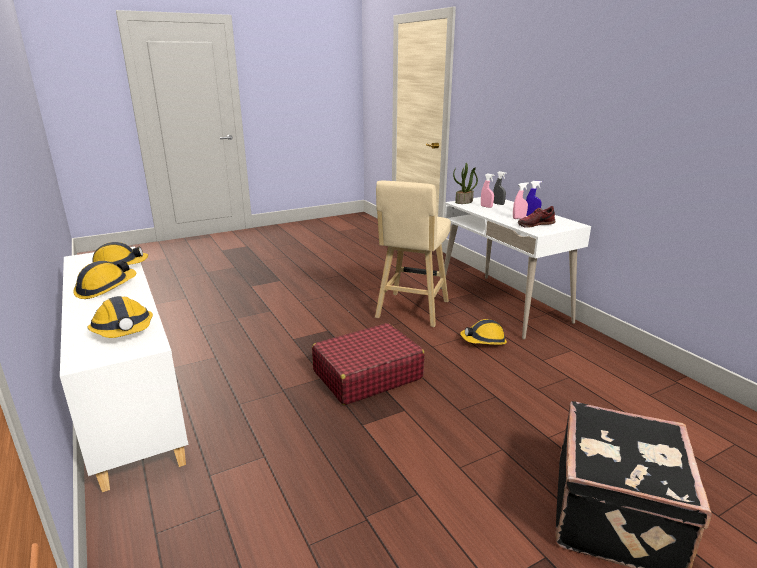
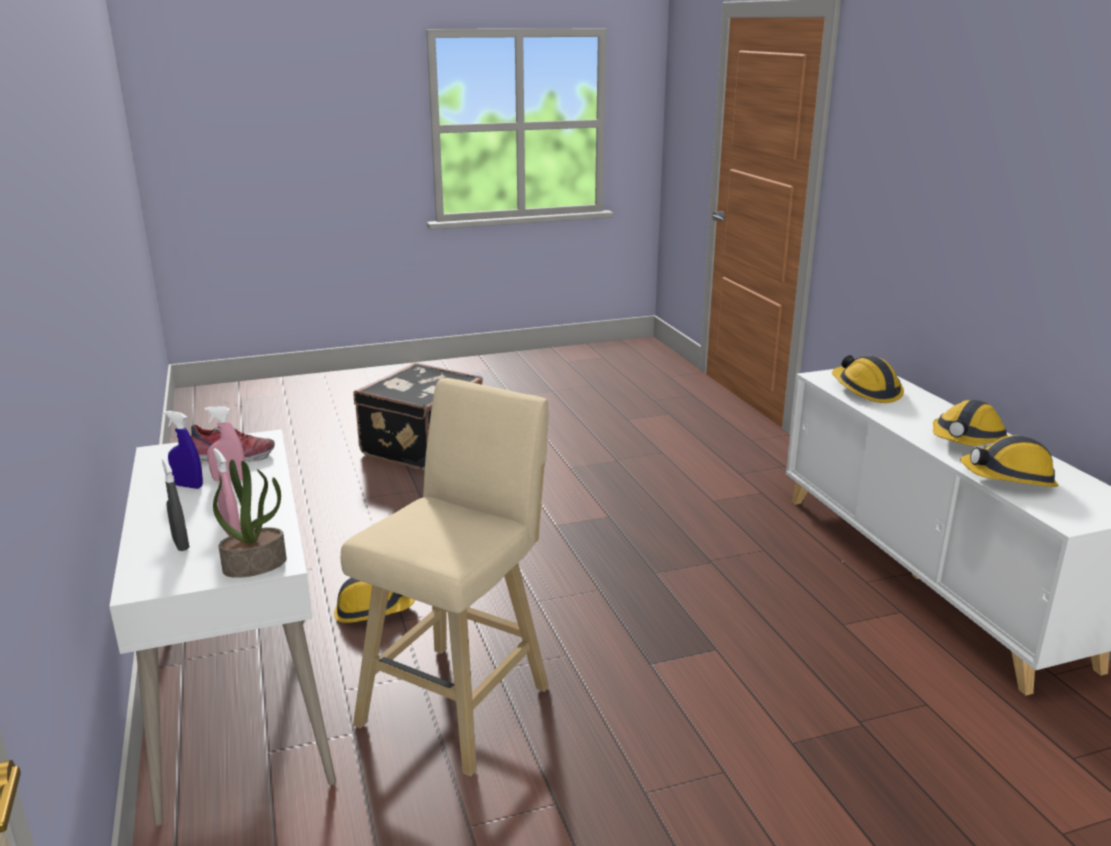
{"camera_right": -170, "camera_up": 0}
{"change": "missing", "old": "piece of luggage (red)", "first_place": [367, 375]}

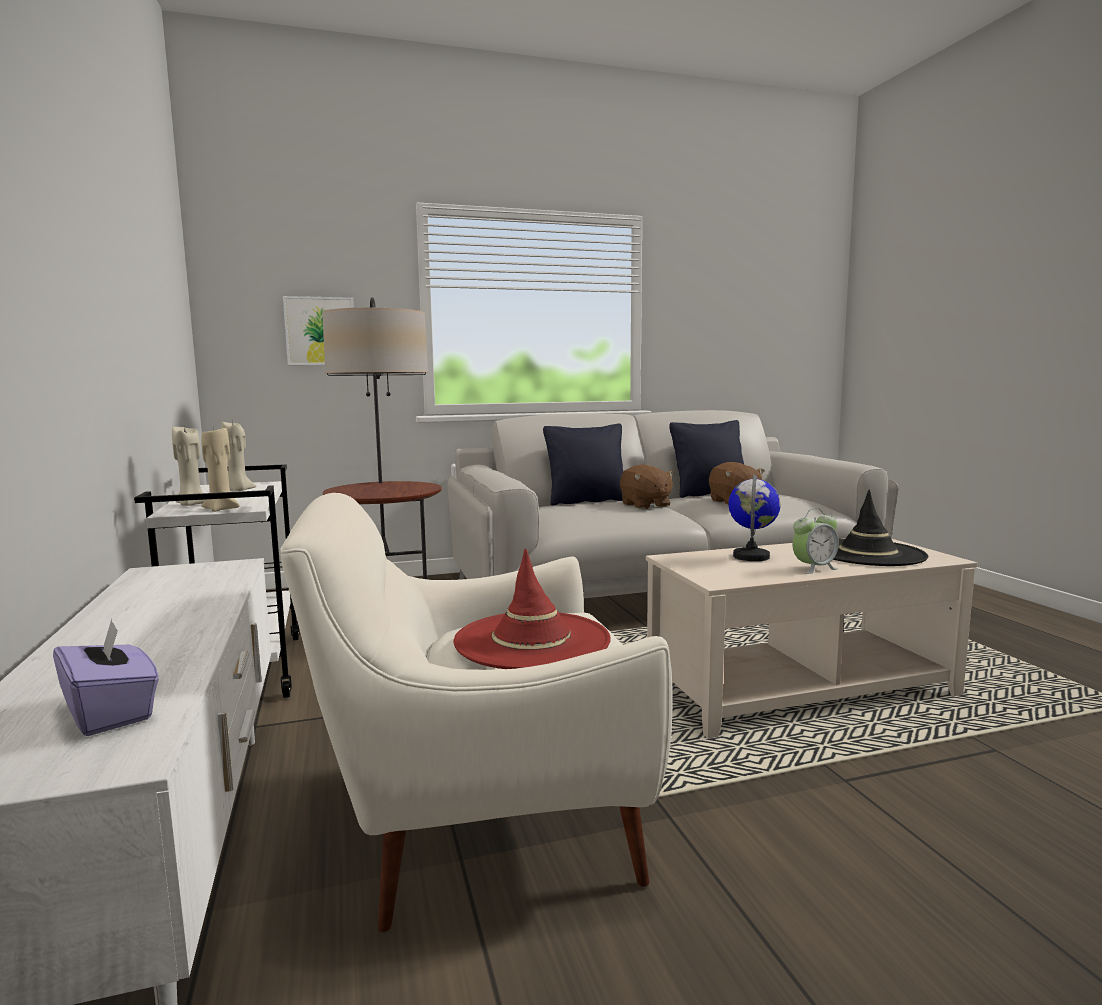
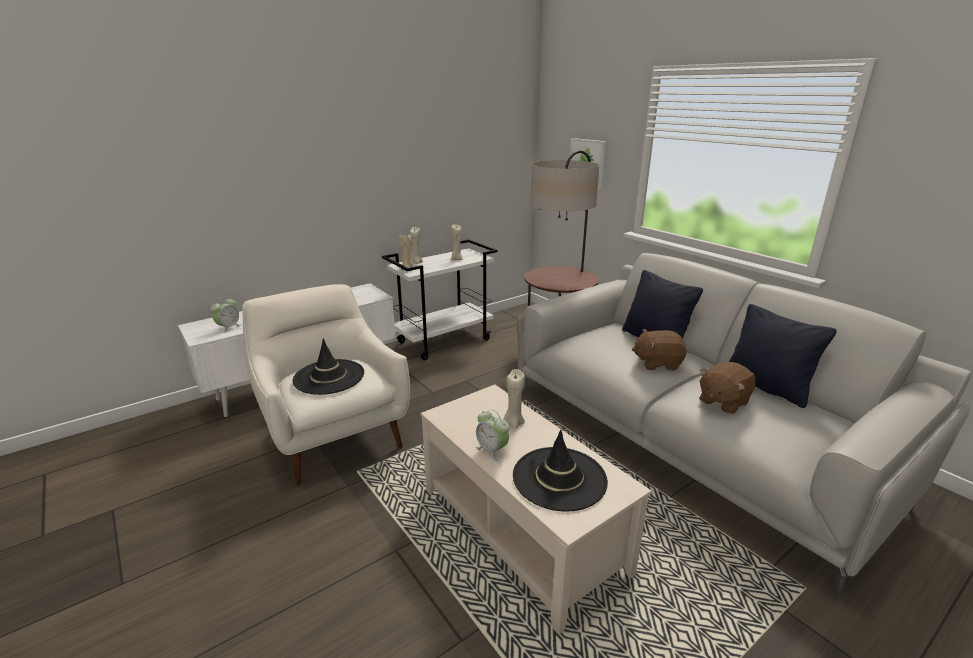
{"camera_right": 70, "camera_up": 15}
{"change": "exchanged", "old": "box of tissues (purple)", "new": "table clock", "first_place": [111, 712], "second_place": [228, 327]}
{"change": "colour", "old": "clothing hat (red)", "new": "clothing hat (black)", "first_place": [532, 641], "second_place": [329, 377]}
{"change": "spun", "old": "plush toy (brown)", "first_place": [645, 505], "second_place": [657, 363], "degrees": 45}
{"change": "exchanged", "old": "world globe", "new": "wax candle (beige)", "first_place": [751, 556], "second_place": [513, 423]}

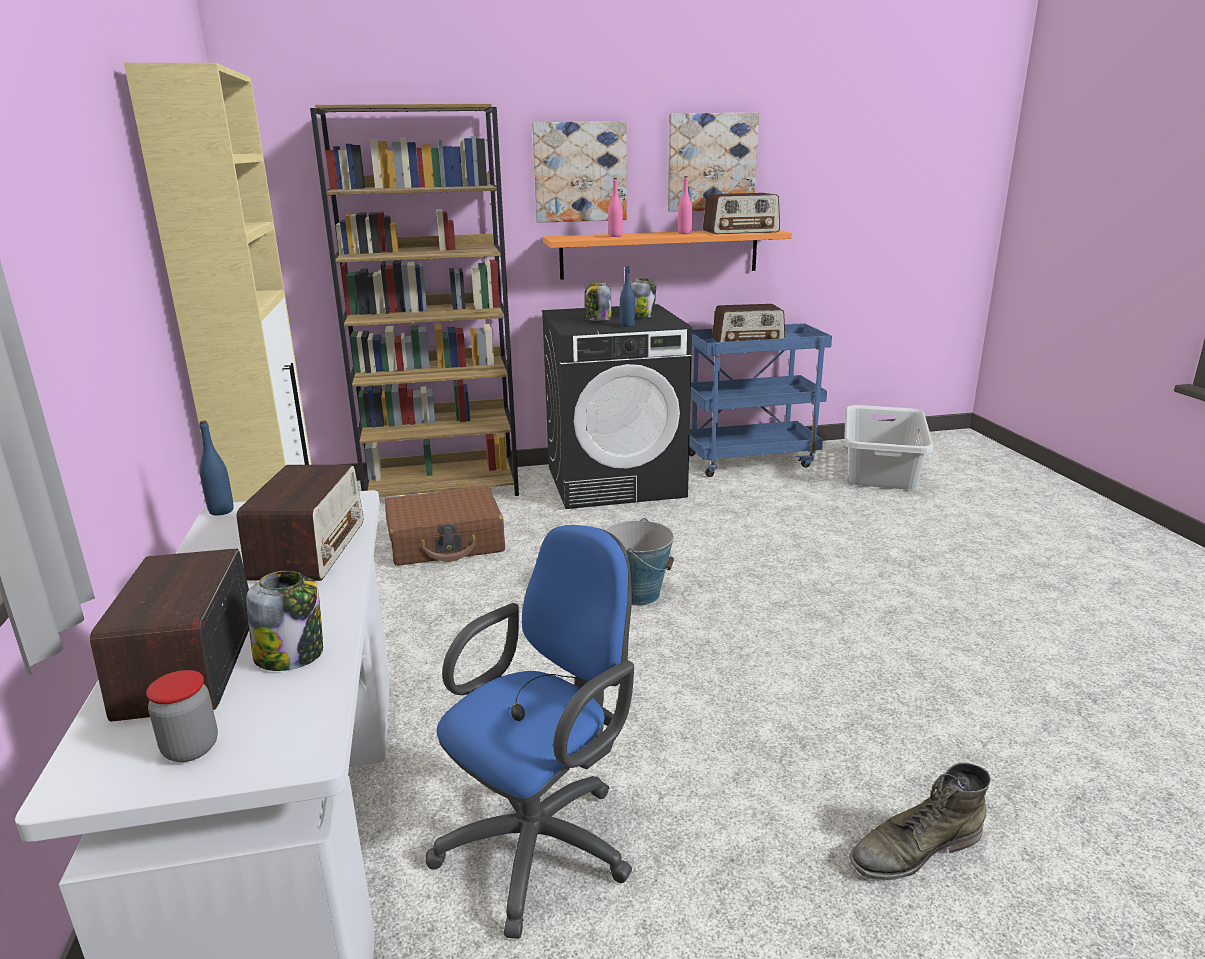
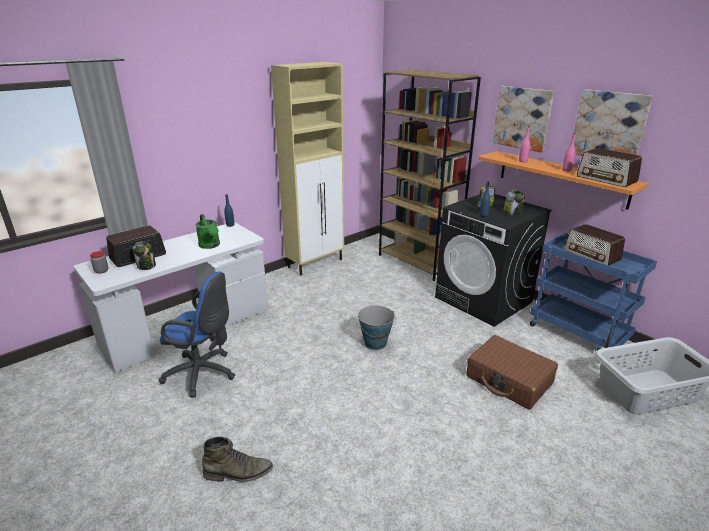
{"camera_right": 60, "camera_up": 5}
{"change": "exchanged", "old": "radio", "new": "watering pot (green-coloured)", "first_place": [310, 549], "second_place": [210, 246]}
{"change": "relocated", "old": "piece of luggage (brown)", "first_place": [446, 542], "second_place": [509, 380]}
{"change": "spun", "old": "tall boot (green-coloured)", "first_place": [914, 849], "second_place": [238, 472], "degrees": 135}

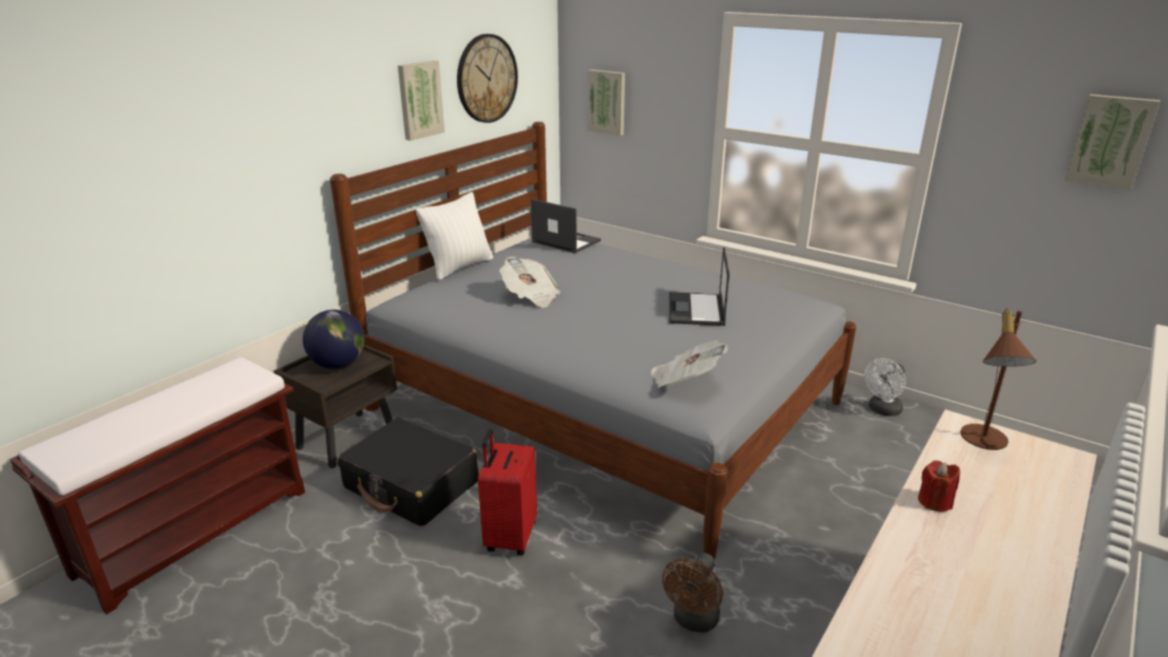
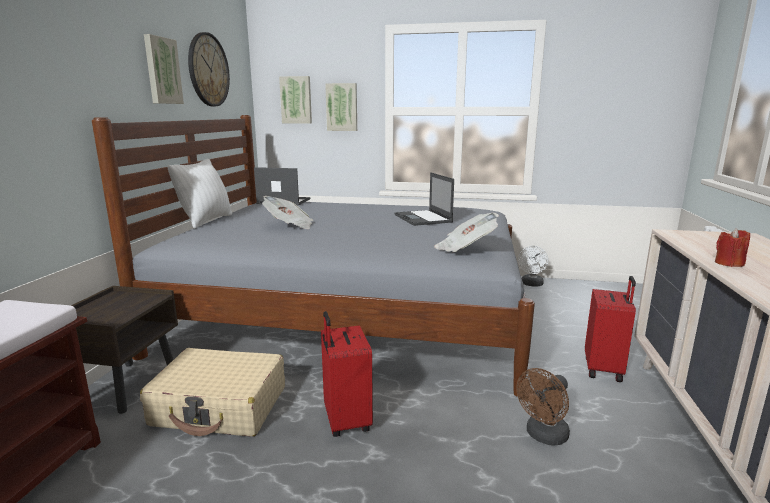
{"camera_right": -25, "camera_up": -10}
{"change": "missing", "old": "world globe", "first_place": [338, 365]}
{"change": "colour", "old": "piece of luggage (black)", "new": "piece of luggage (beige)", "first_place": [411, 485], "second_place": [220, 406]}
{"change": "spun", "old": "cooling fan (brown)", "first_place": [693, 621], "second_place": [543, 436], "degrees": 45}
{"change": "missing", "old": "table lamp (brown)", "first_place": [983, 441]}
{"change": "relocated", "old": "wall art", "first_place": [1110, 141], "second_place": [342, 107]}
{"change": "appeared", "new": "piece of luggage (red)", "second_place": [604, 369]}

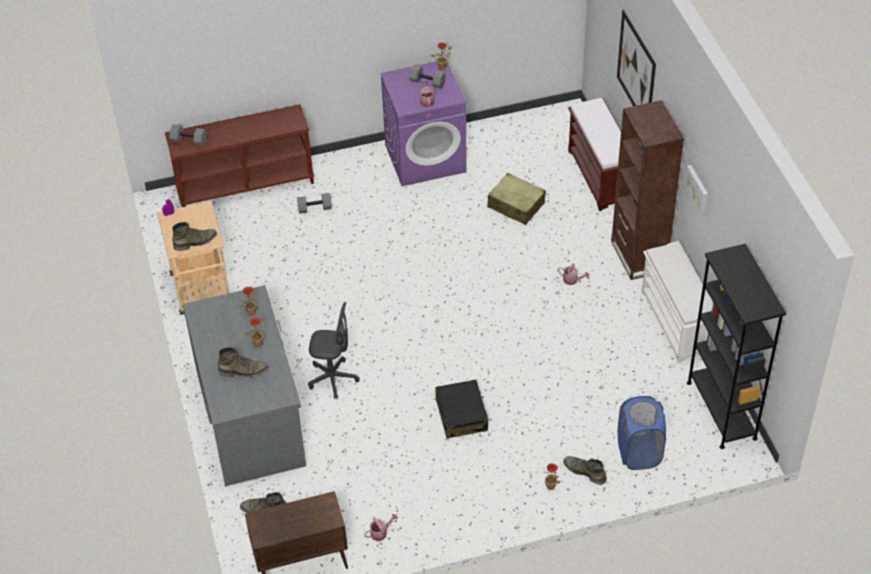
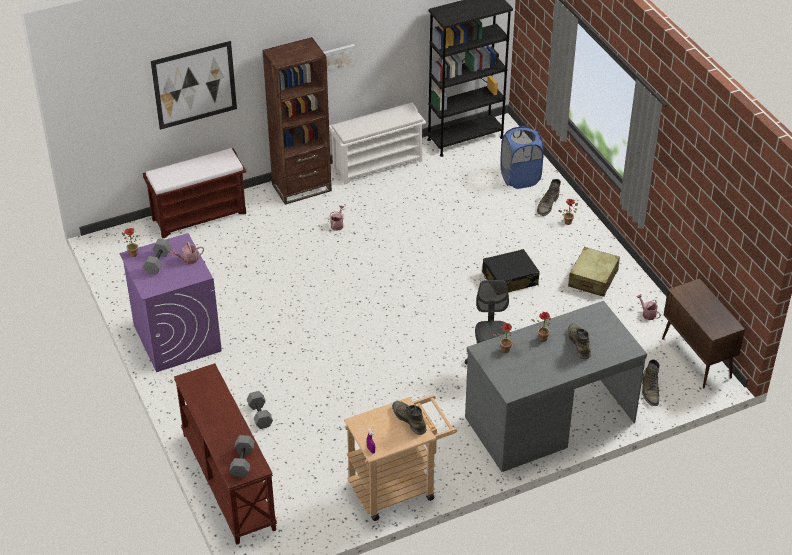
{"camera_right": -100, "camera_up": -5}
{"change": "relocated", "old": "piece of luggage (beige)", "first_place": [516, 205], "second_place": [593, 279]}

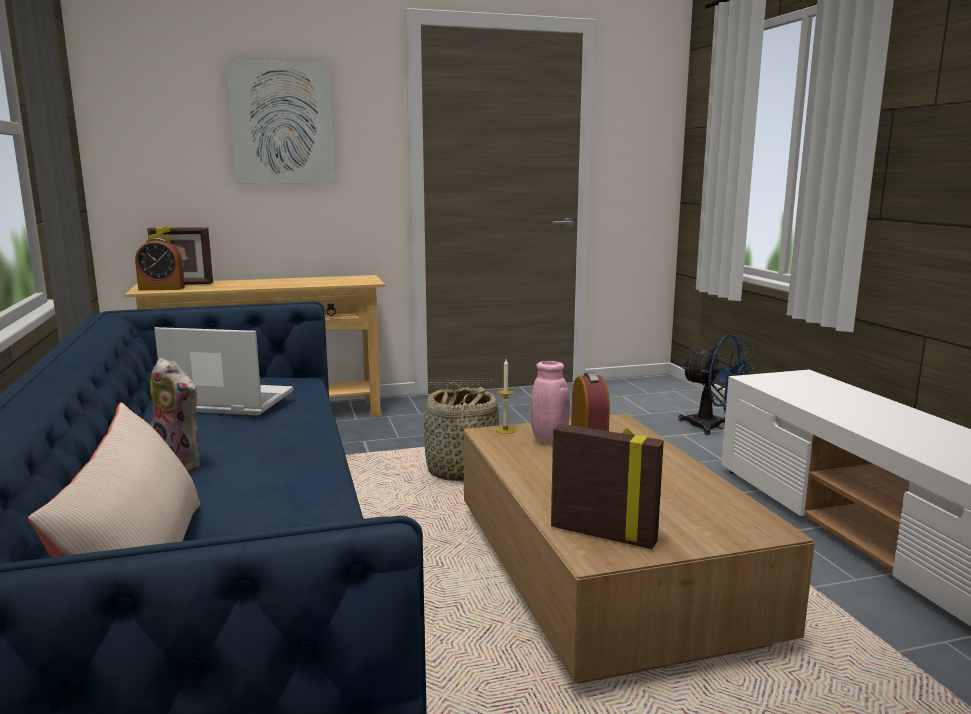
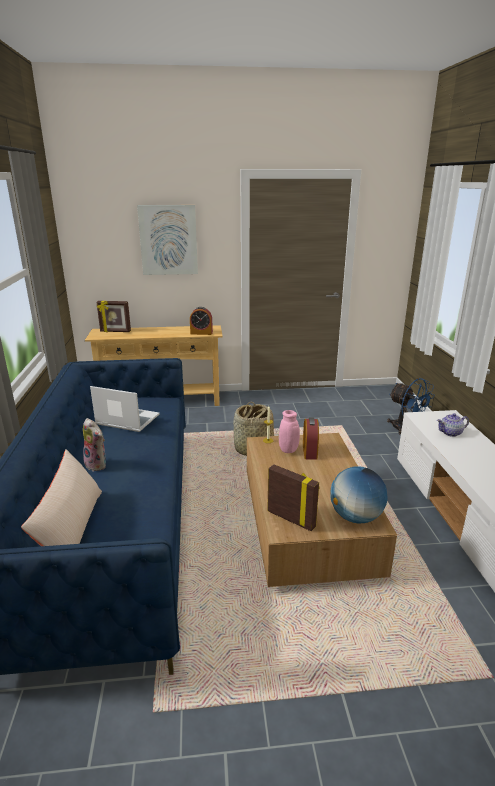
{"camera_right": 10, "camera_up": 10}
{"change": "relocated", "old": "table clock", "first_place": [161, 288], "second_place": [201, 333]}
{"change": "appeared", "new": "world globe", "second_place": [355, 517]}
{"change": "appeared", "new": "pot for tea", "second_place": [451, 433]}

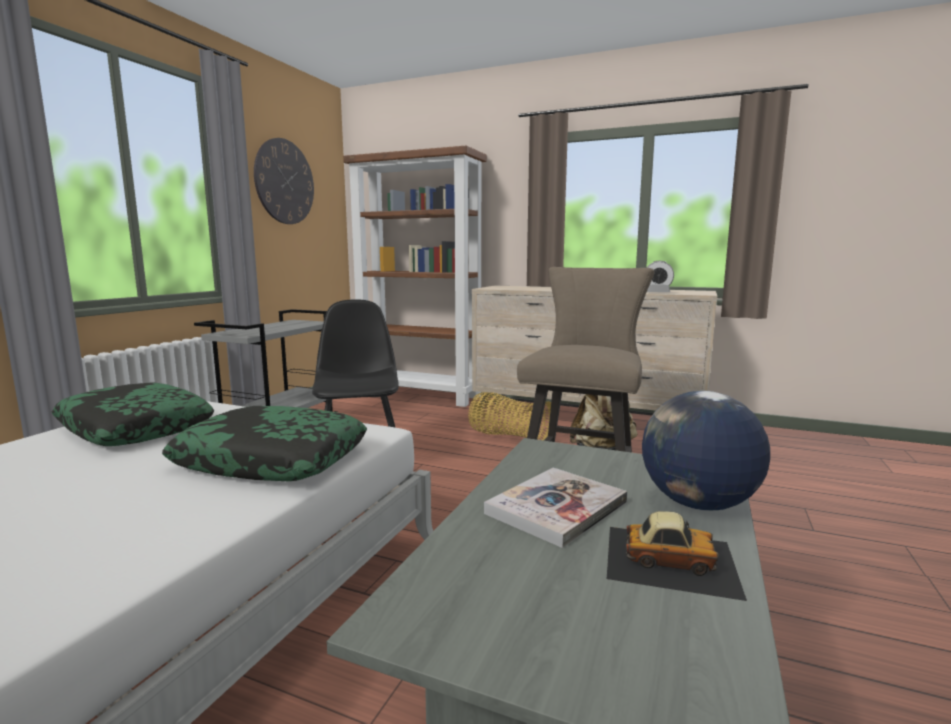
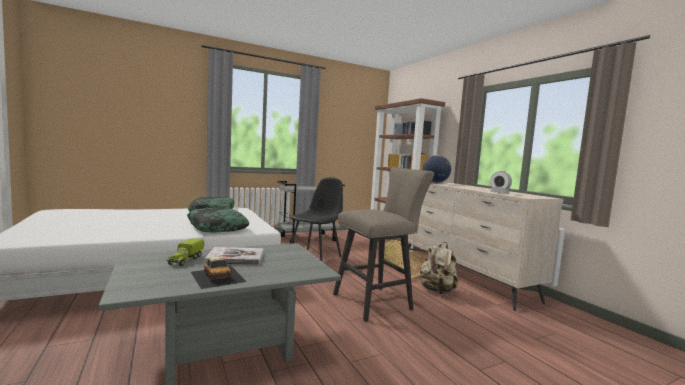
{"camera_right": 40, "camera_up": -5}
{"change": "missing", "old": "wall clock", "first_place": [284, 182]}
{"change": "relocated", "old": "world globe", "first_place": [698, 504], "second_place": [435, 183]}
{"change": "appeared", "new": "toy lorry", "second_place": [185, 260]}

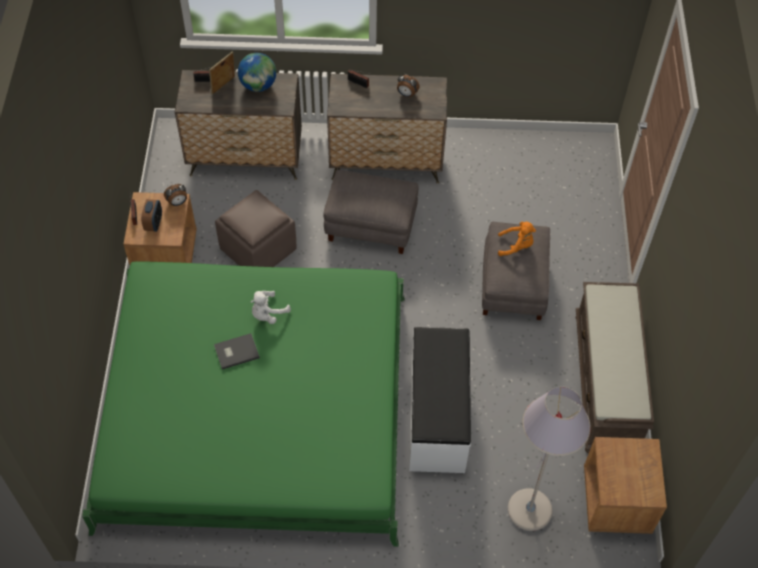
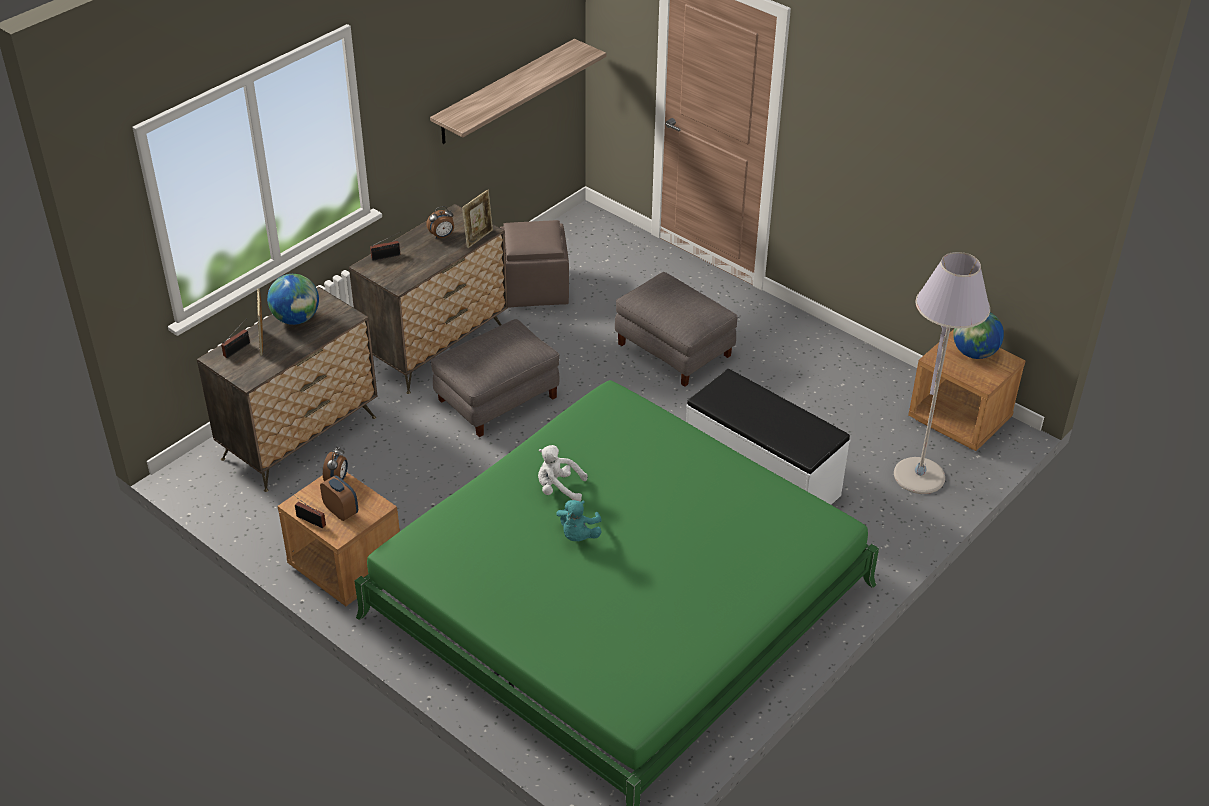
{"camera_right": -50, "camera_up": -15}
{"change": "exchanged", "old": "volume (grey)", "new": "plush toy (blue-green)", "first_place": [236, 351], "second_place": [578, 535]}
{"change": "relocated", "old": "footrest (brown)", "first_place": [259, 249], "second_place": [535, 288]}
{"change": "spun", "old": "plush toy (white)", "first_place": [268, 314], "second_place": [558, 488], "degrees": 105}
{"change": "missing", "old": "plush toy (orangey)", "first_place": [516, 246]}
{"change": "missing", "old": "bench (brown)", "first_place": [607, 384]}
{"change": "appeared", "new": "wall shelf", "second_place": [505, 92]}
{"change": "appeared", "new": "picture frame", "second_place": [479, 238]}
{"change": "appeared", "new": "world globe", "second_place": [974, 353]}

